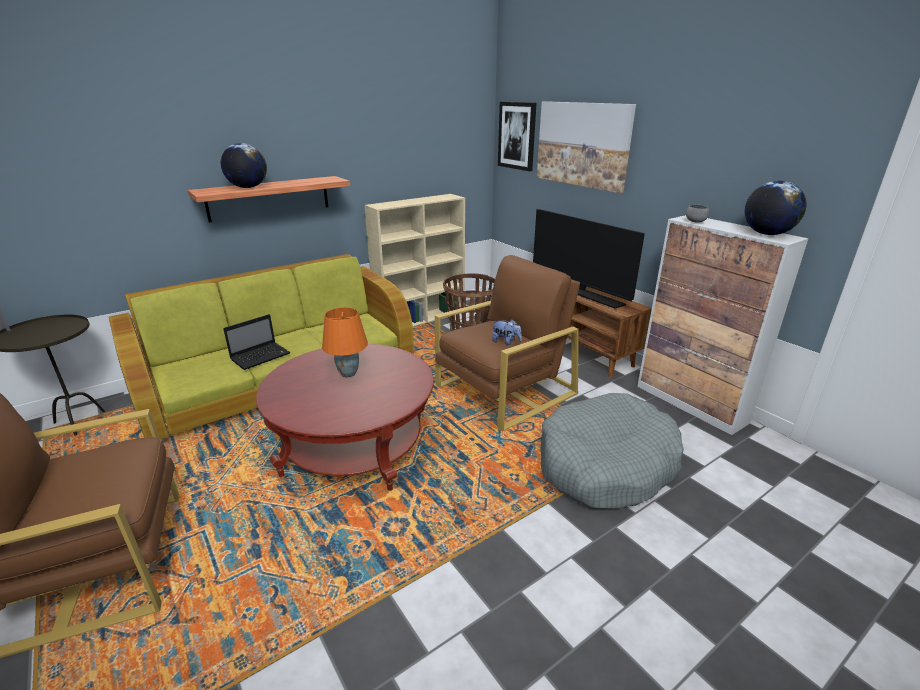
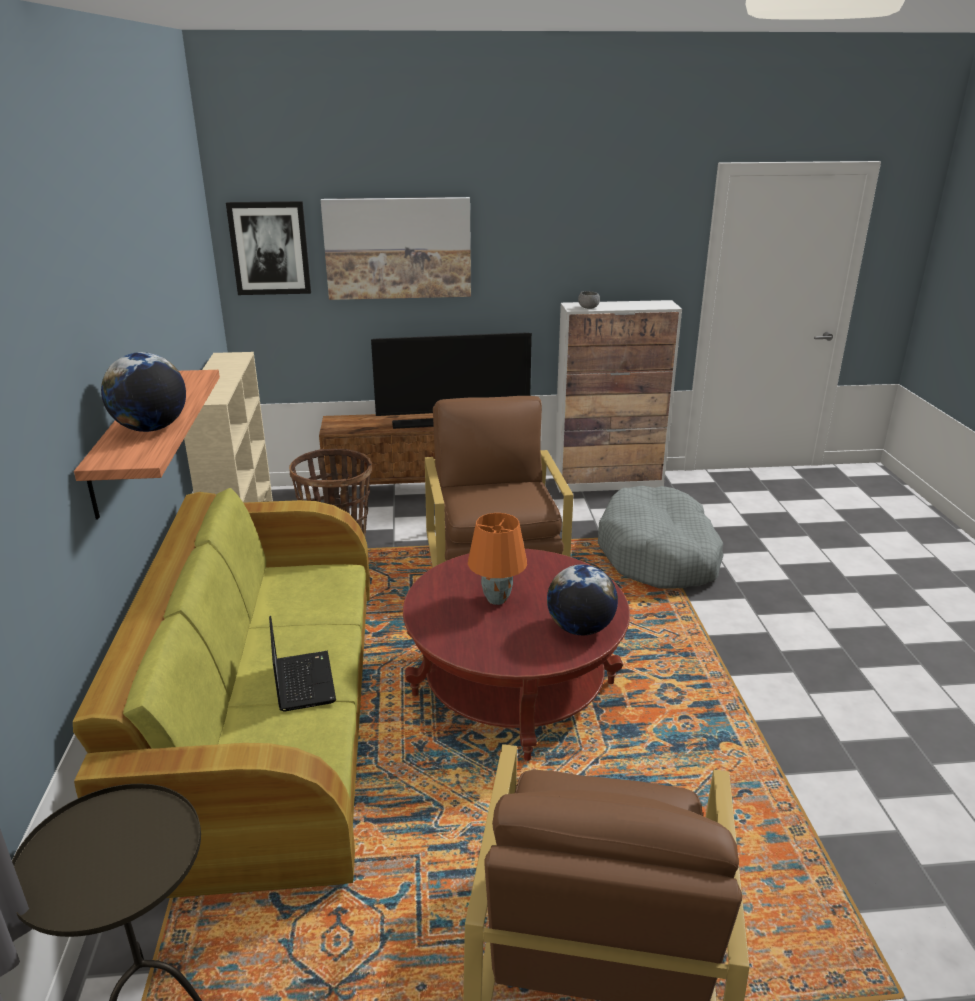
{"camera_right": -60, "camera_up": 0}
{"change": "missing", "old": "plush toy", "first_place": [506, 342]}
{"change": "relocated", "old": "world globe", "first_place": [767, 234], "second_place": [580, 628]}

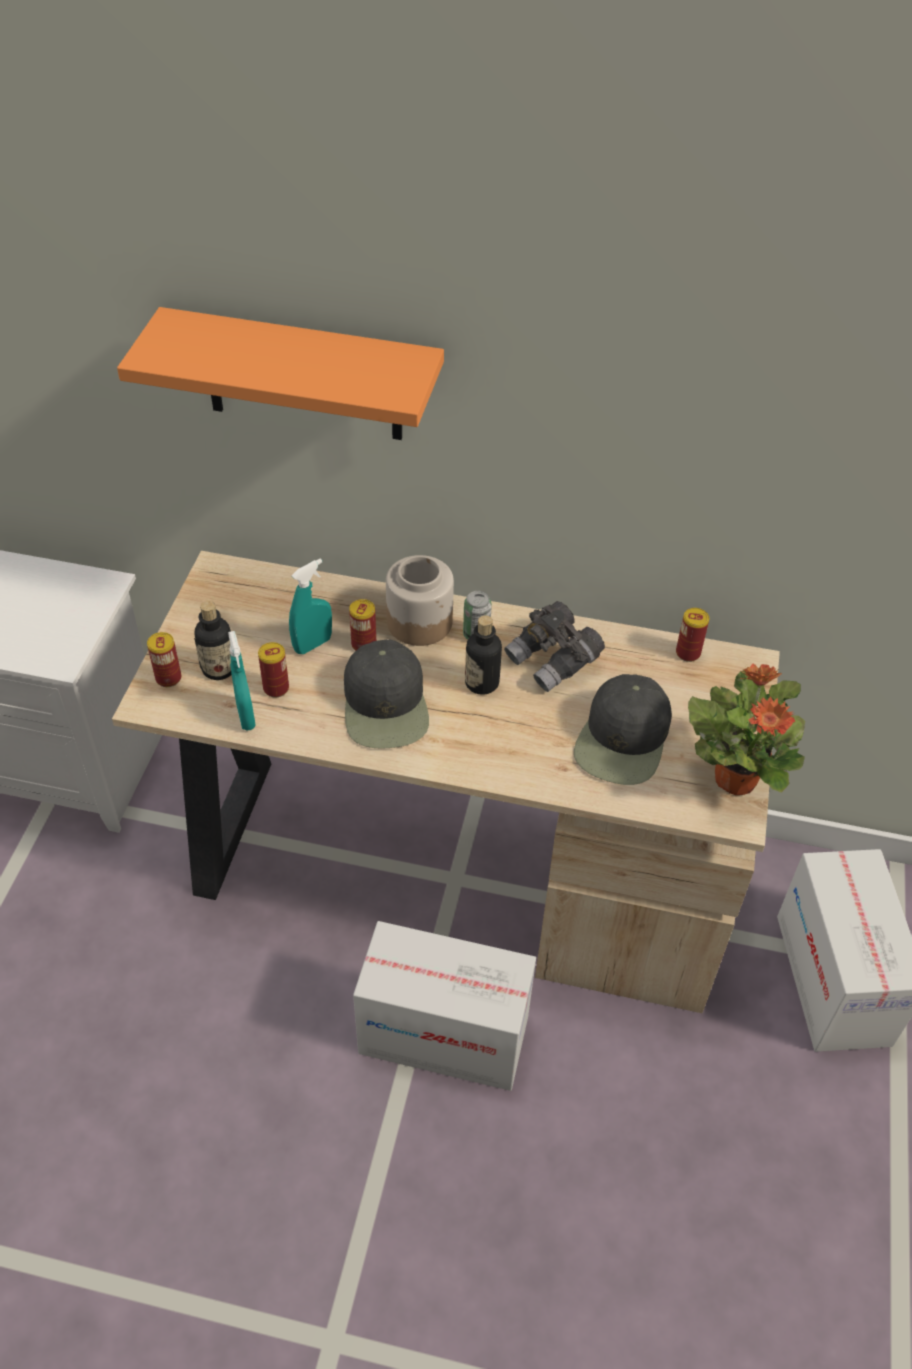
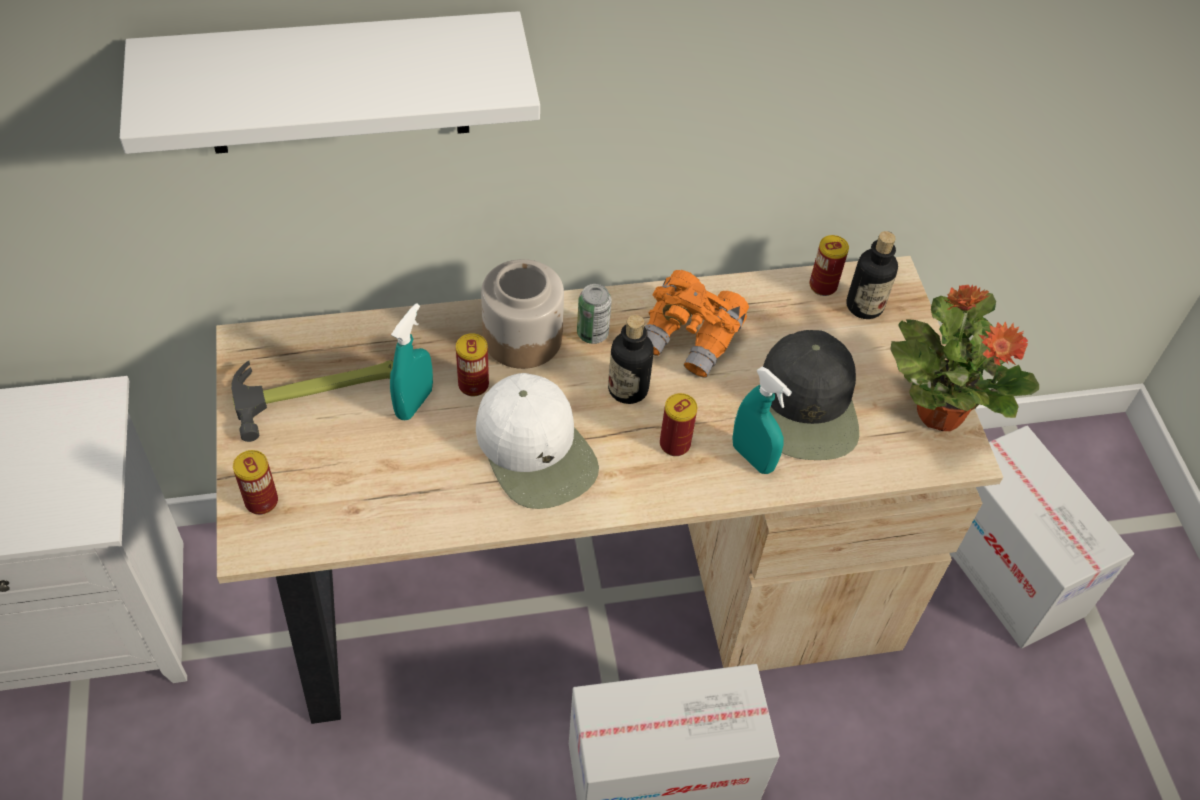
{"camera_right": -25, "camera_up": 5}
{"change": "colour", "old": "wall shelf (orangey)", "new": "wall shelf (white)", "first_place": [303, 376], "second_place": [335, 84]}
{"change": "relocated", "old": "bottle", "first_place": [219, 668], "second_place": [864, 306]}
{"change": "relocated", "old": "sprayer (blue-green)", "first_place": [246, 716], "second_place": [752, 457]}
{"change": "relocated", "old": "sealed can", "first_place": [276, 688], "second_place": [674, 444]}
{"change": "colour", "old": "peaked cap (black)", "new": "peaked cap (white)", "first_place": [386, 705], "second_place": [536, 450]}
{"change": "colour", "old": "field glasses (grey)", "new": "field glasses (orangey)", "first_place": [553, 661], "second_place": [691, 338]}
{"change": "appeared", "new": "hammer", "second_place": [317, 391]}

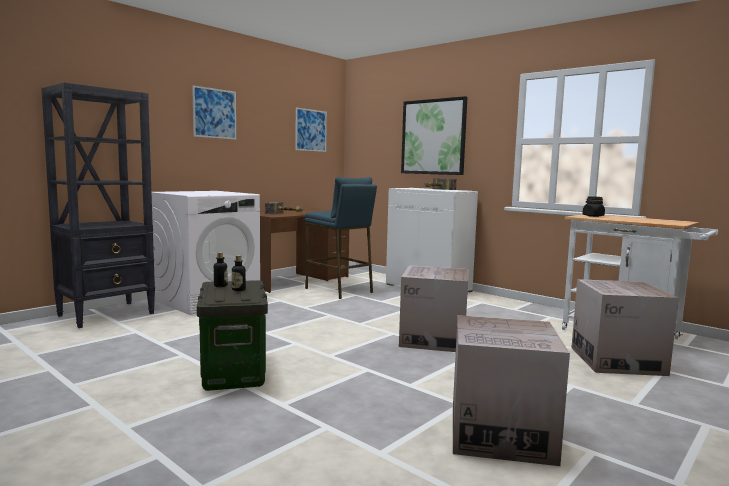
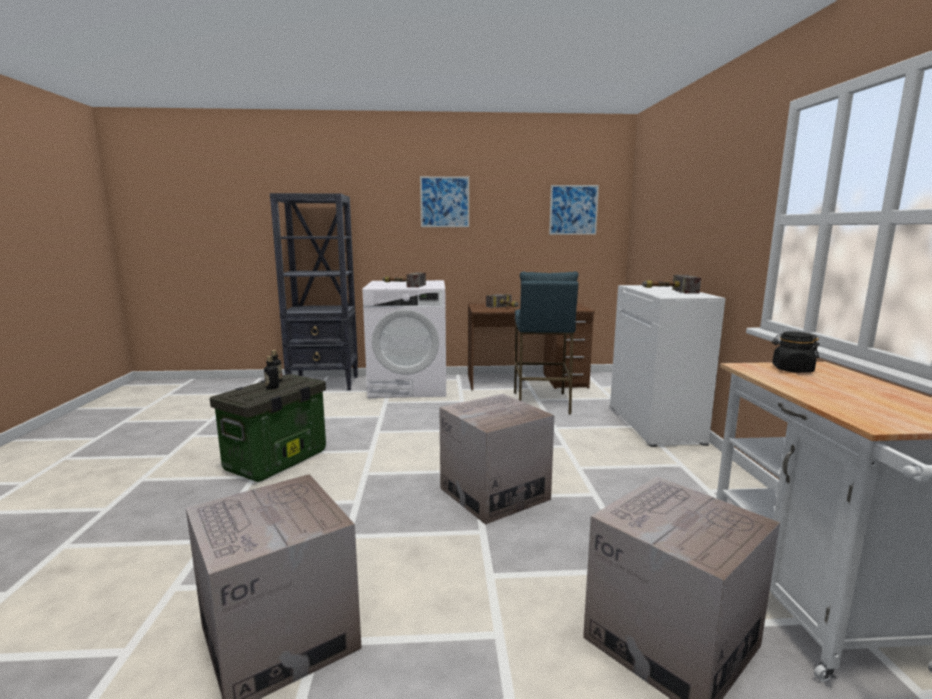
{"camera_right": 45, "camera_up": 5}
{"change": "missing", "old": "wall art", "first_place": [433, 137]}
{"change": "appeared", "new": "hammer", "second_place": [402, 285]}

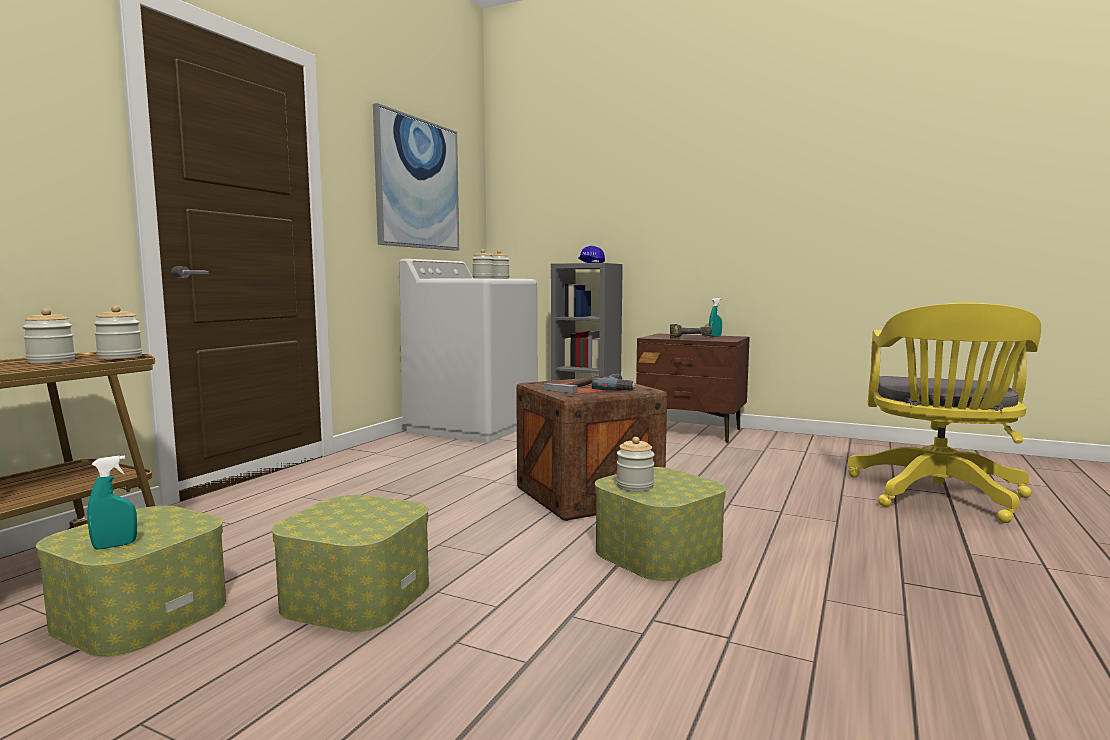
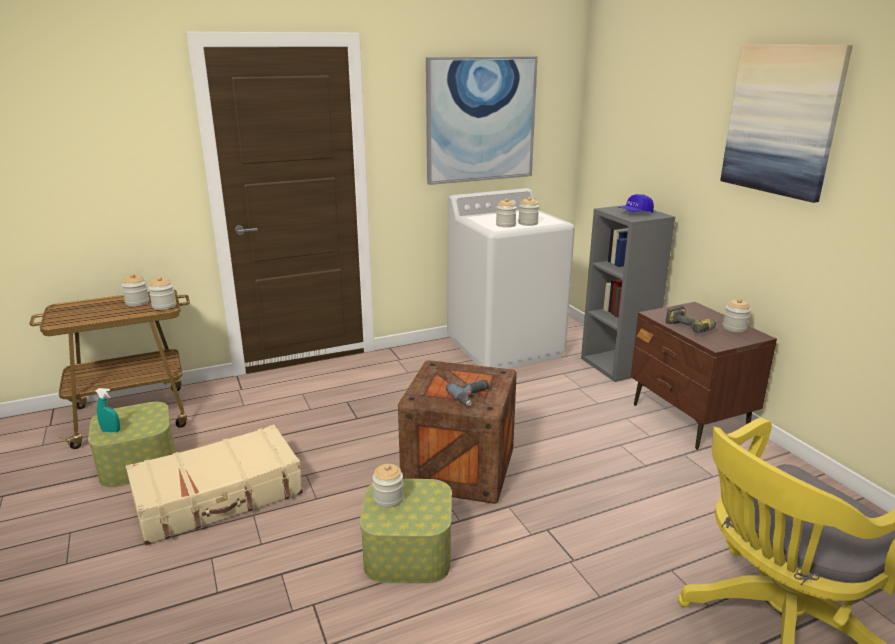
{"camera_right": 40, "camera_up": 15}
{"change": "exchanged", "old": "storage container", "new": "piece of luggage (beige)", "first_place": [356, 595], "second_place": [219, 497]}
{"change": "missing", "old": "hammer", "first_place": [577, 386]}
{"change": "exchanged", "old": "sprayer (blue-green)", "new": "preserve jar", "first_place": [715, 336], "second_place": [734, 328]}
{"change": "appeared", "new": "wall art", "second_place": [782, 120]}

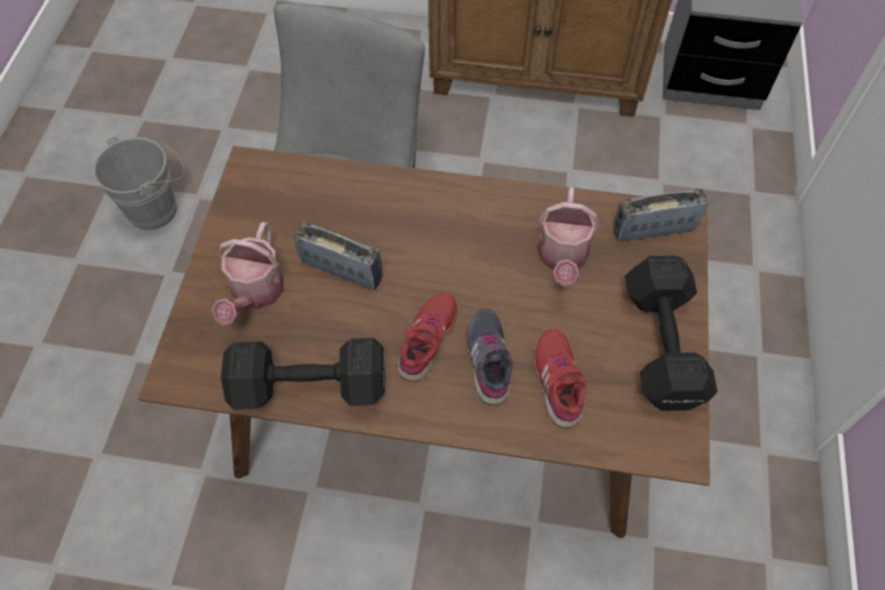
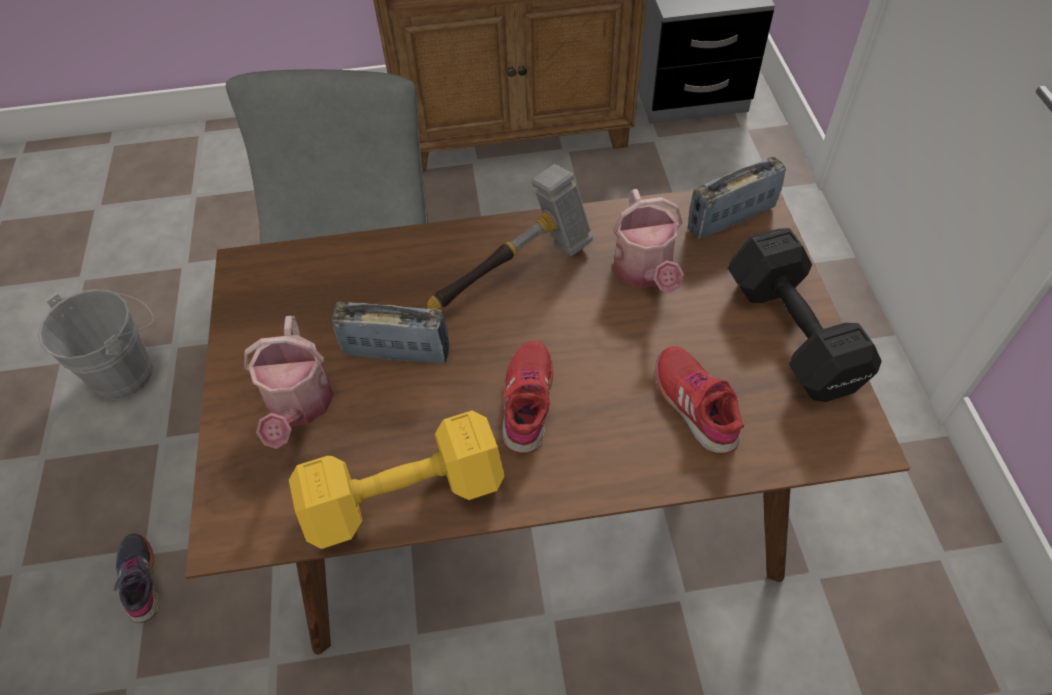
{"camera_right": -15, "camera_up": -5}
{"change": "colour", "old": "dumbbell (black)", "new": "dumbbell (yellowish)", "first_place": [313, 387], "second_place": [409, 495]}
{"change": "relocated", "old": "low shoe (grey)", "first_place": [488, 359], "second_place": [141, 580]}
{"change": "appeared", "new": "hammer", "second_place": [514, 273]}

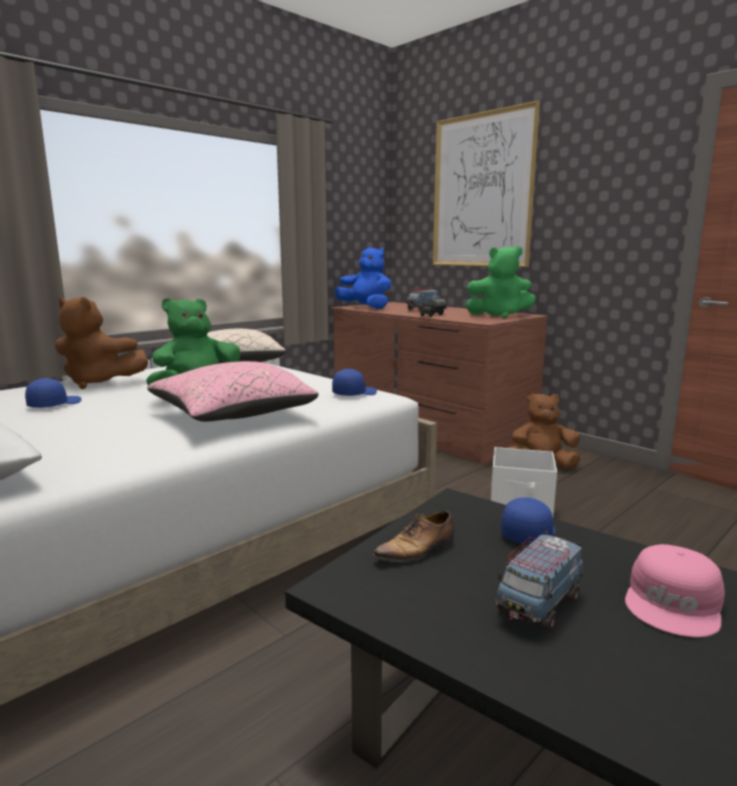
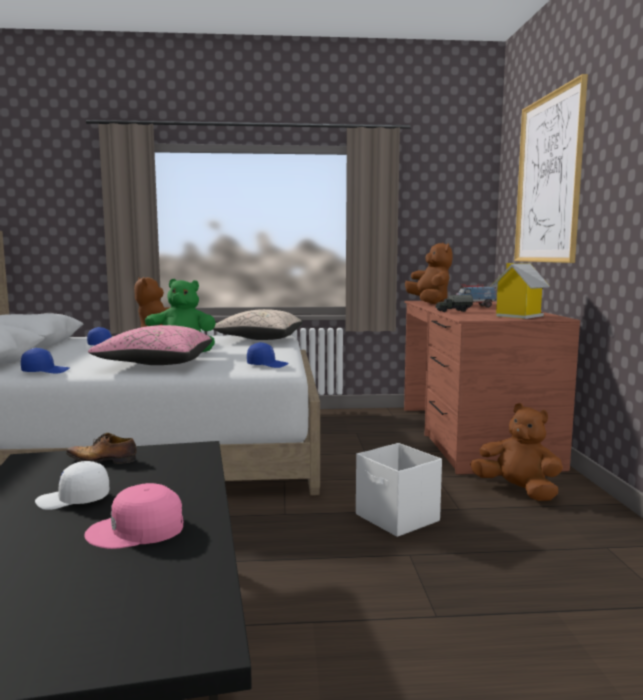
{"camera_right": 40, "camera_up": -5}
{"change": "colour", "old": "plush toy (bluish)", "new": "plush toy (brown)", "first_place": [365, 308], "second_place": [429, 302]}
{"change": "exchanged", "old": "plush toy (green-coloured)", "new": "toy house", "first_place": [499, 316], "second_place": [518, 316]}
{"change": "exchanged", "old": "toy lorry", "new": "peaked cap (white)", "first_place": [538, 606], "second_place": [73, 500]}
{"change": "relocated", "old": "peaked cap (bluish)", "first_place": [527, 532], "second_place": [45, 371]}

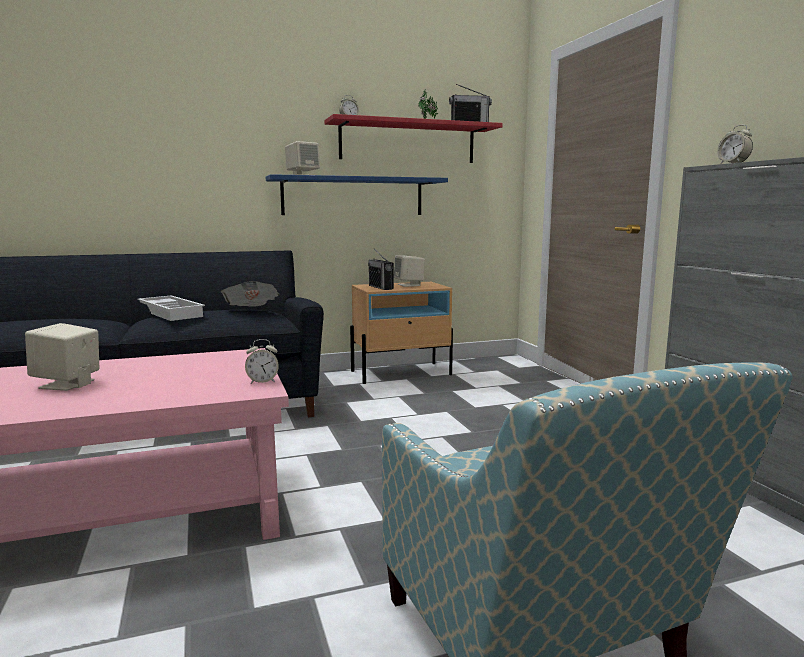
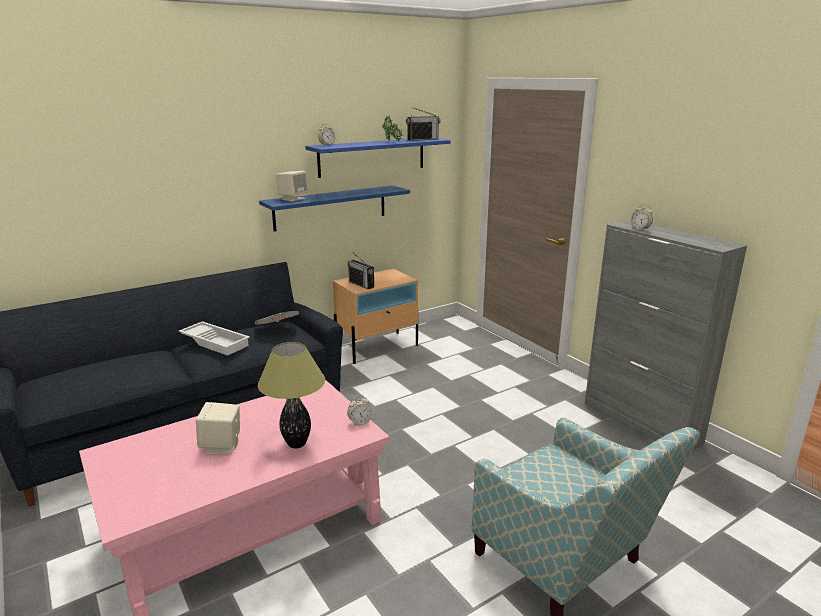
{"camera_right": -15, "camera_up": 10}
{"change": "colour", "old": "wall shelf (red)", "new": "wall shelf (bluish)", "first_place": [408, 142], "second_place": [372, 157]}
{"change": "missing", "old": "audio speaker (beige)", "first_place": [409, 285]}
{"change": "appeared", "new": "table lamp", "second_place": [297, 443]}

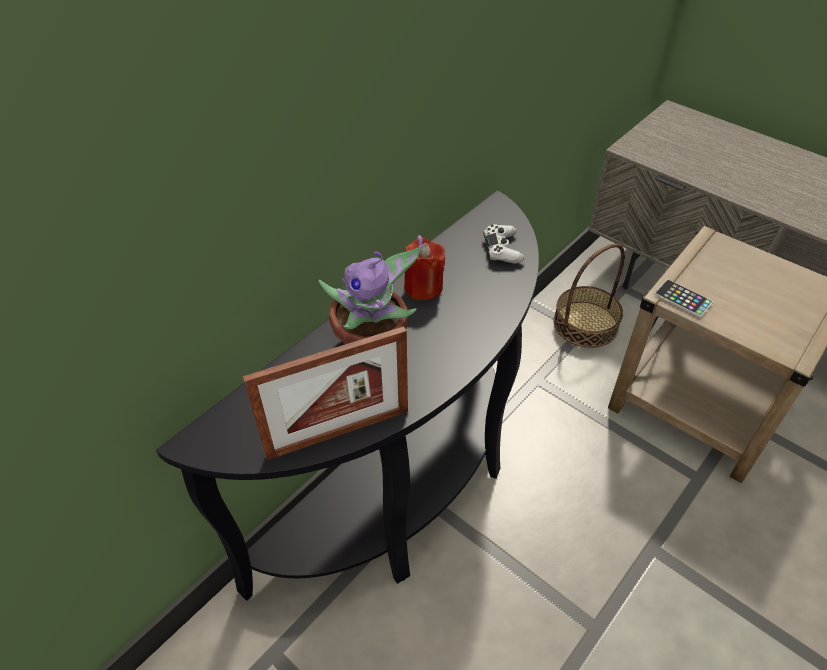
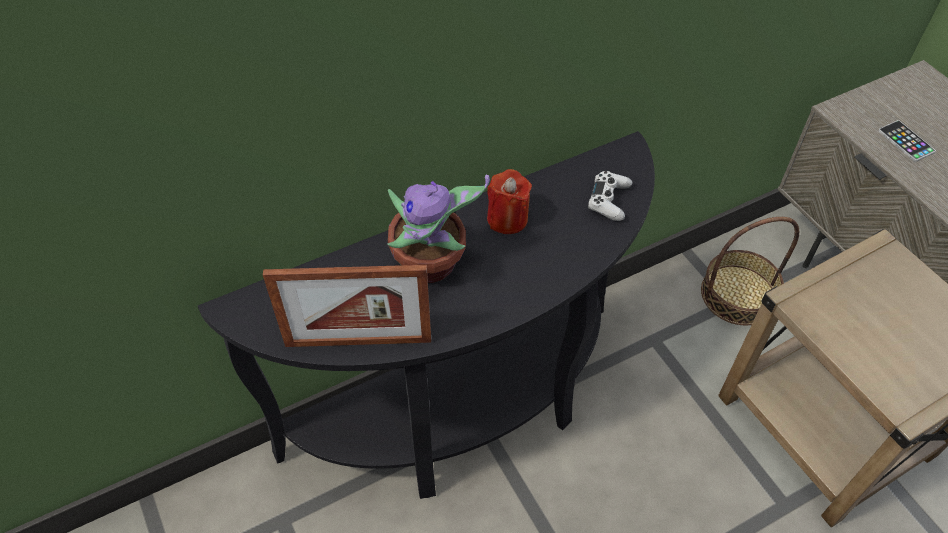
{"camera_right": 20, "camera_up": 5}
{"change": "relocated", "old": "handset", "first_place": [683, 299], "second_place": [906, 141]}

